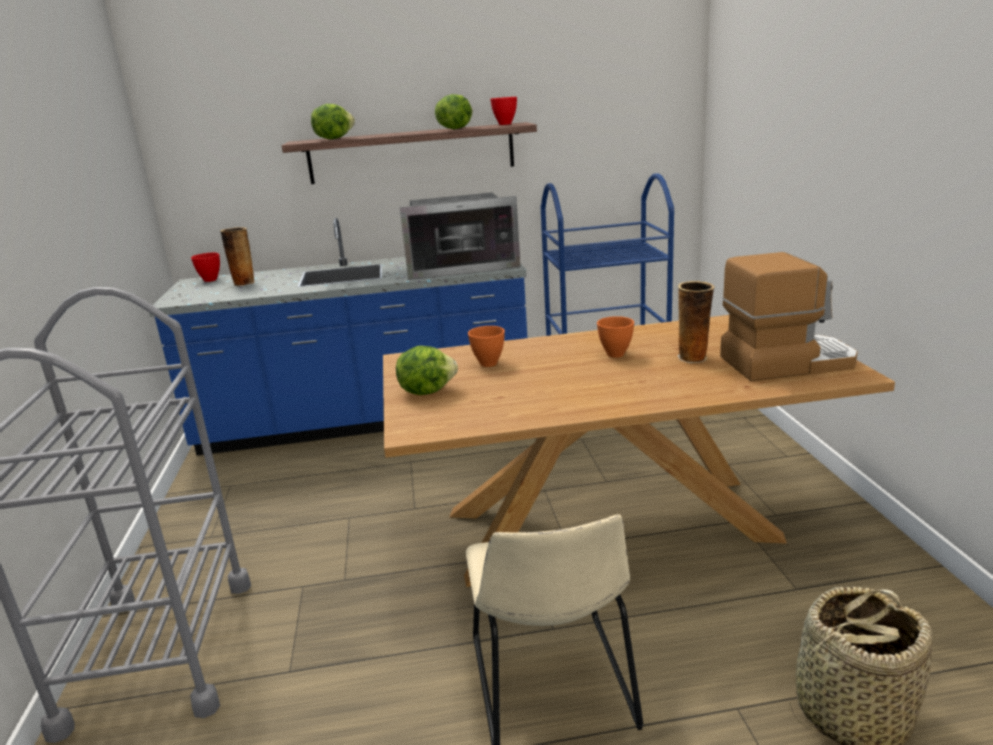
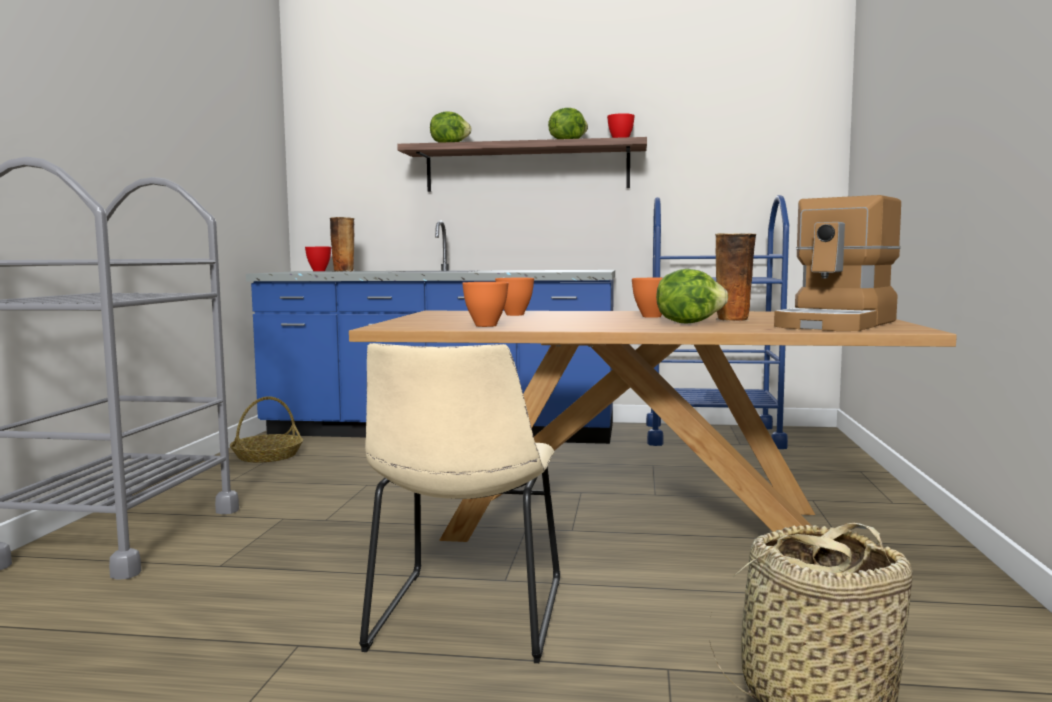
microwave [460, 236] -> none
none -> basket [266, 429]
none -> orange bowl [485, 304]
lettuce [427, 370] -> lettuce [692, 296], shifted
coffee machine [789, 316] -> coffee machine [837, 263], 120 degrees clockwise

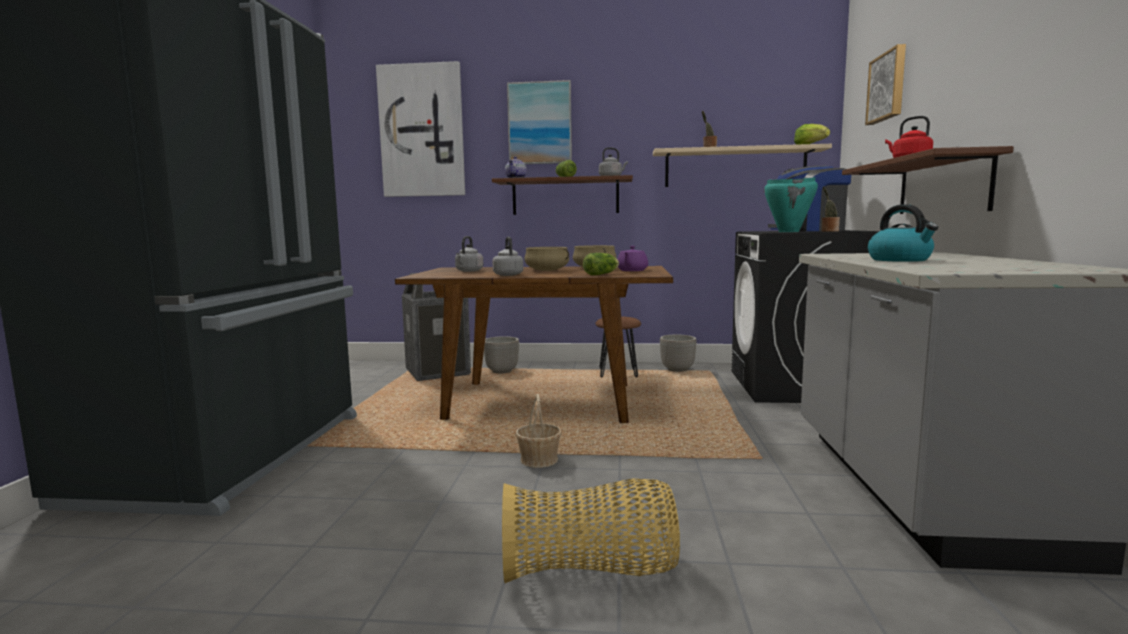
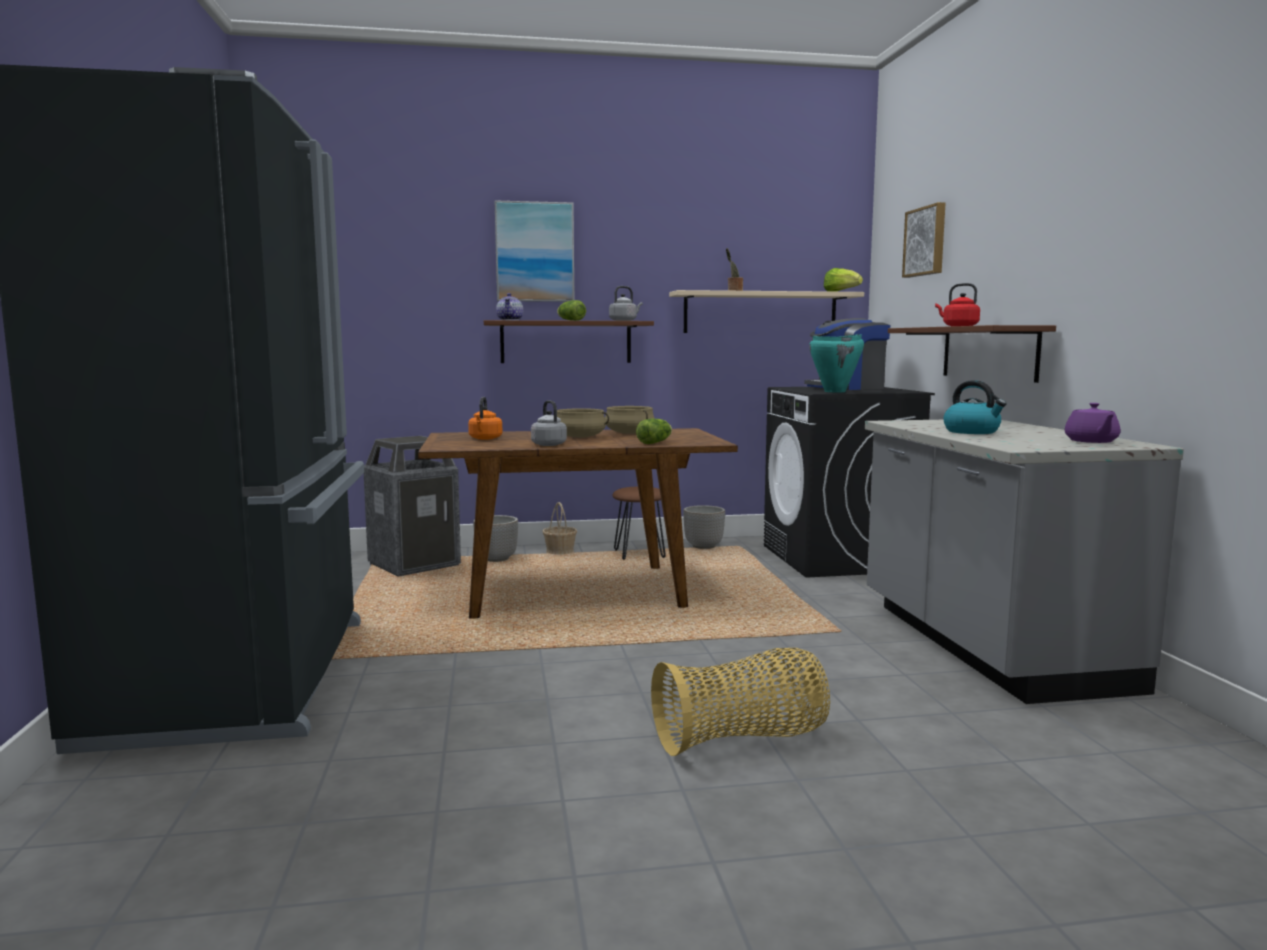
picture [420, 129] -> none
potted plant [831, 209] -> none
basket [538, 430] -> basket [559, 528], shifted
purple teapot [633, 258] -> purple teapot [1092, 423], shifted
grey kettle [469, 254] -> orange kettle [485, 418]

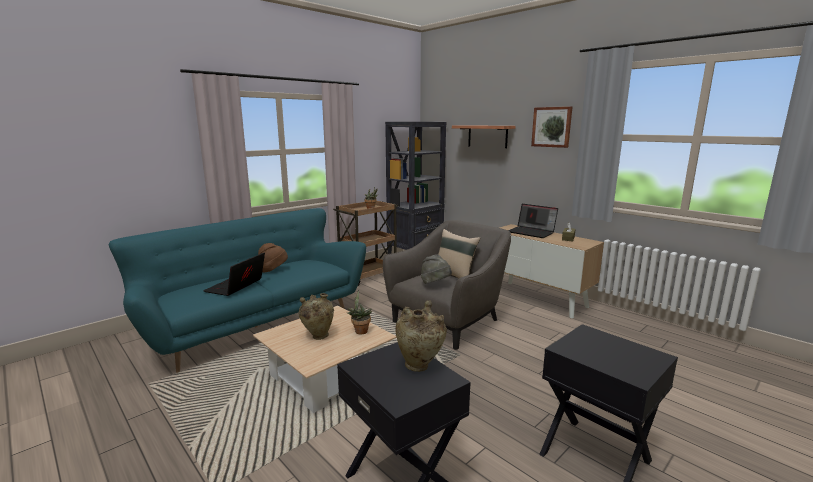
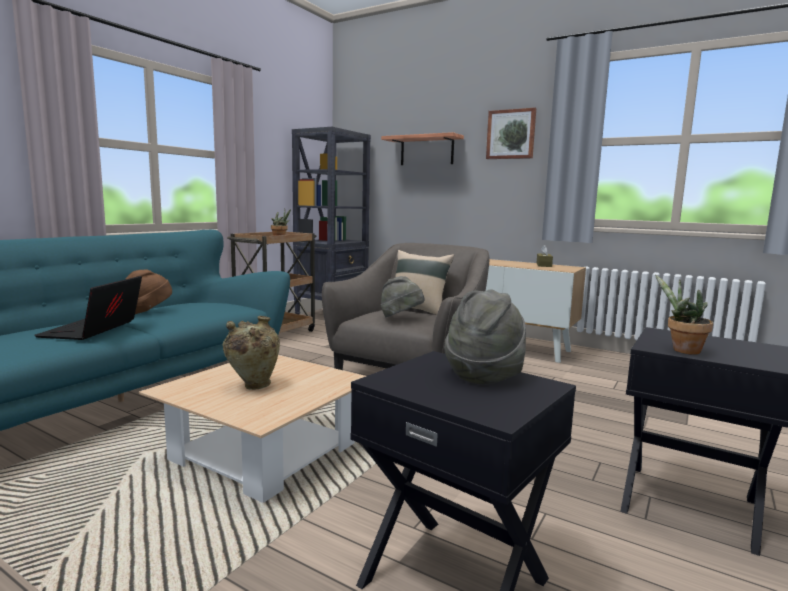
laptop [533, 221] -> none
potted plant [359, 312] -> potted plant [684, 314], shifted
beige vase [421, 336] -> grey hat [485, 337]

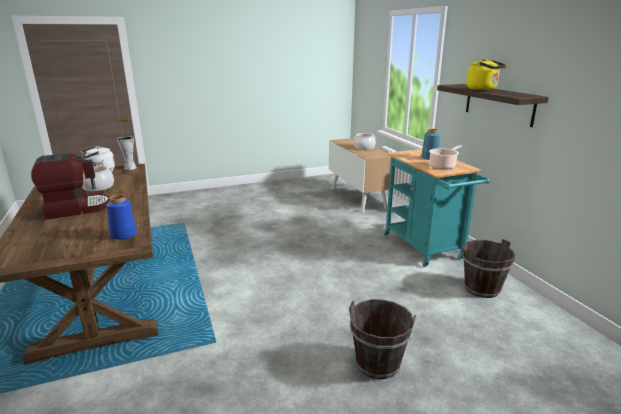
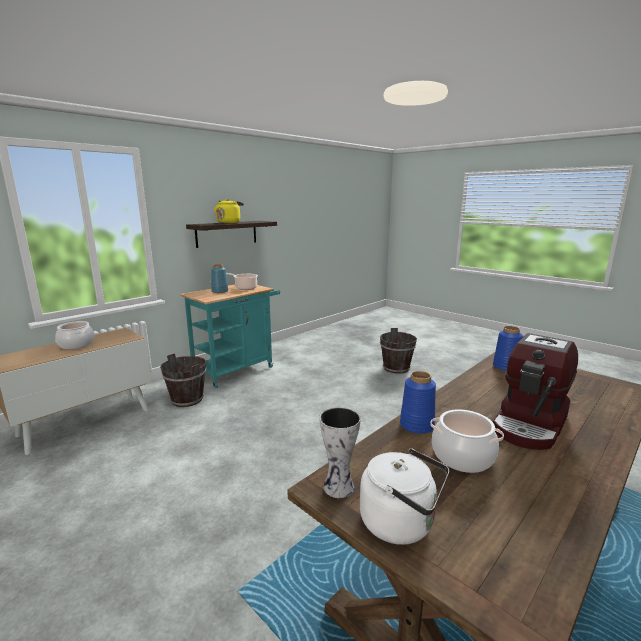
none -> blue vase [418, 402]
brown bucket [489, 268] -> brown bucket [183, 380], shifted
coffee machine [70, 186] -> coffee machine [535, 391], 90 degrees counterclockwise

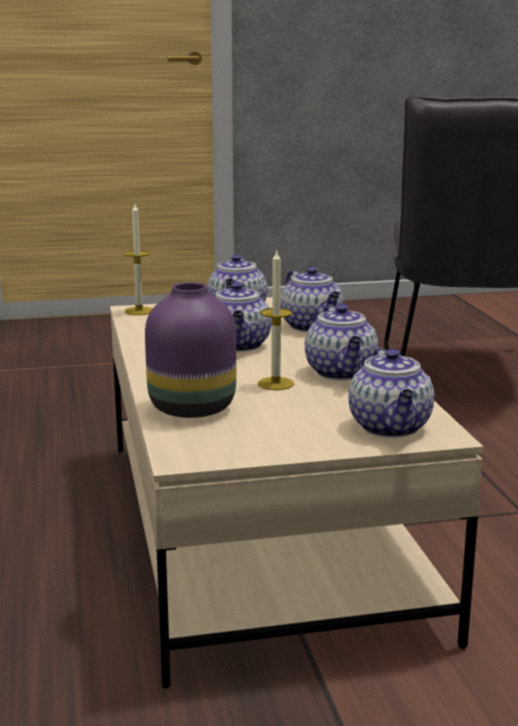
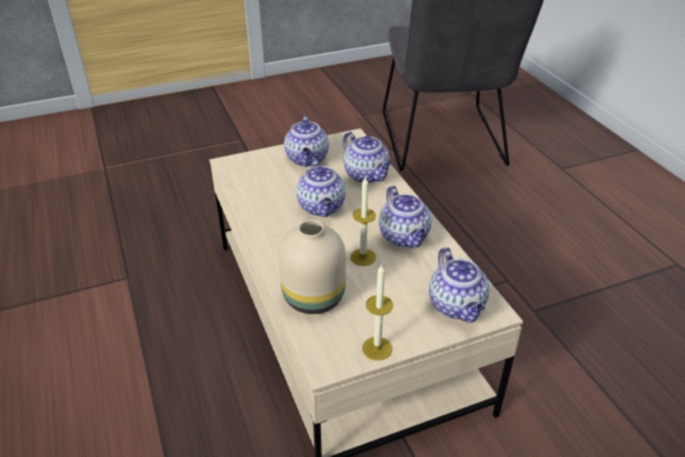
candle [138, 259] -> candle [377, 312], shifted
purple vase [190, 350] -> beige vase [312, 267]

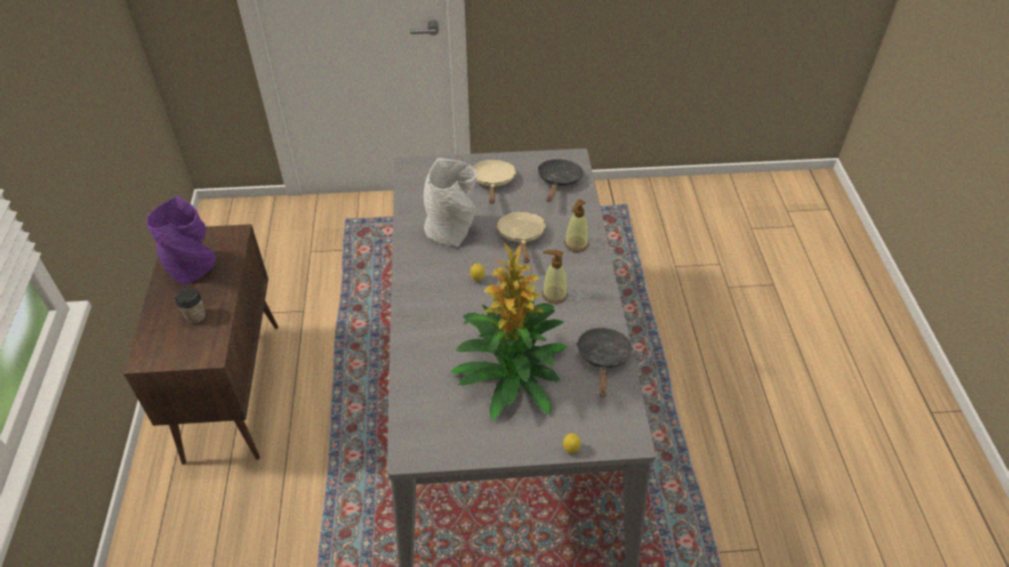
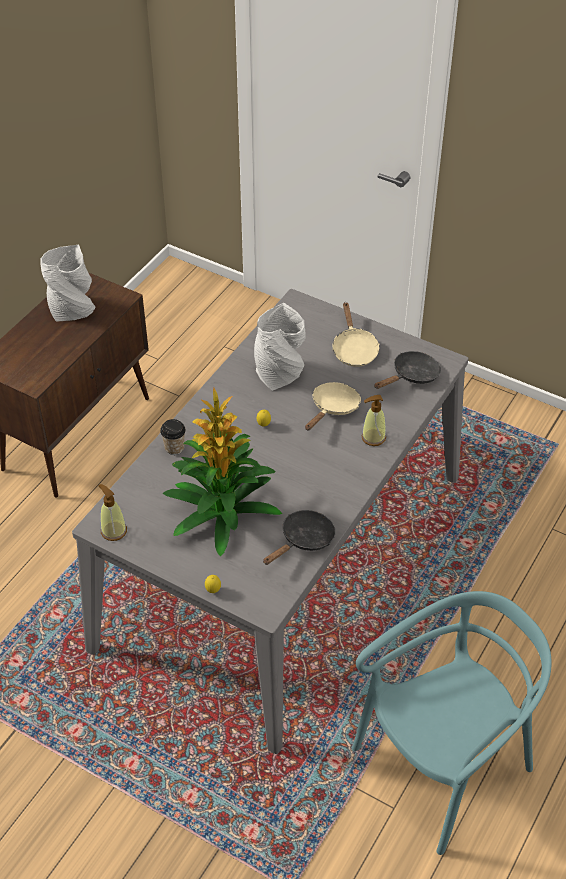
none -> turquoise chair [452, 723]
cup [190, 305] -> cup [173, 437], shifted
soap dispenser [555, 277] -> soap dispenser [112, 512], shifted
purple vase [181, 241] -> grey vase [67, 283]
beige frying pan [495, 182] -> beige frying pan [355, 335], 135 degrees clockwise

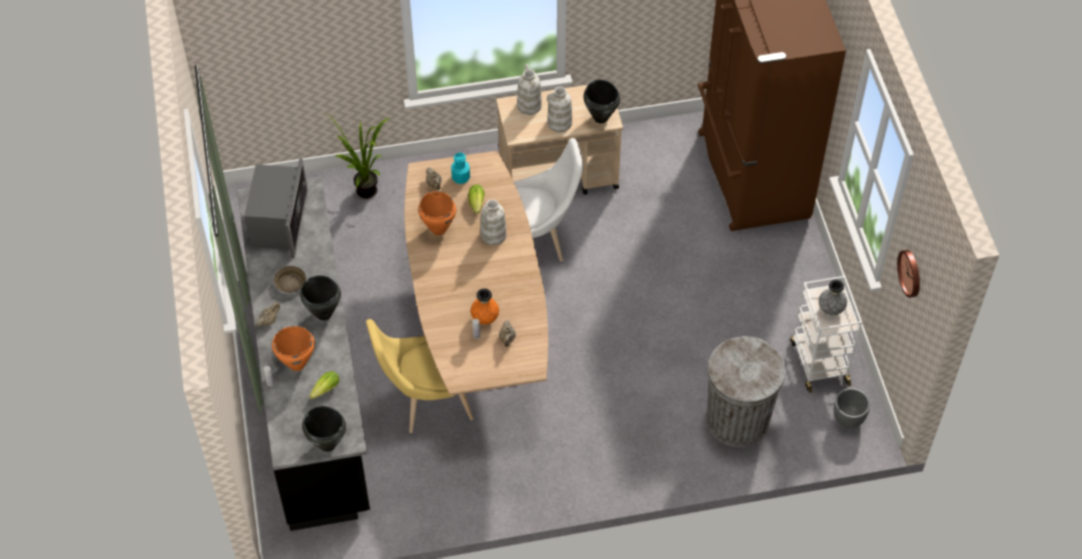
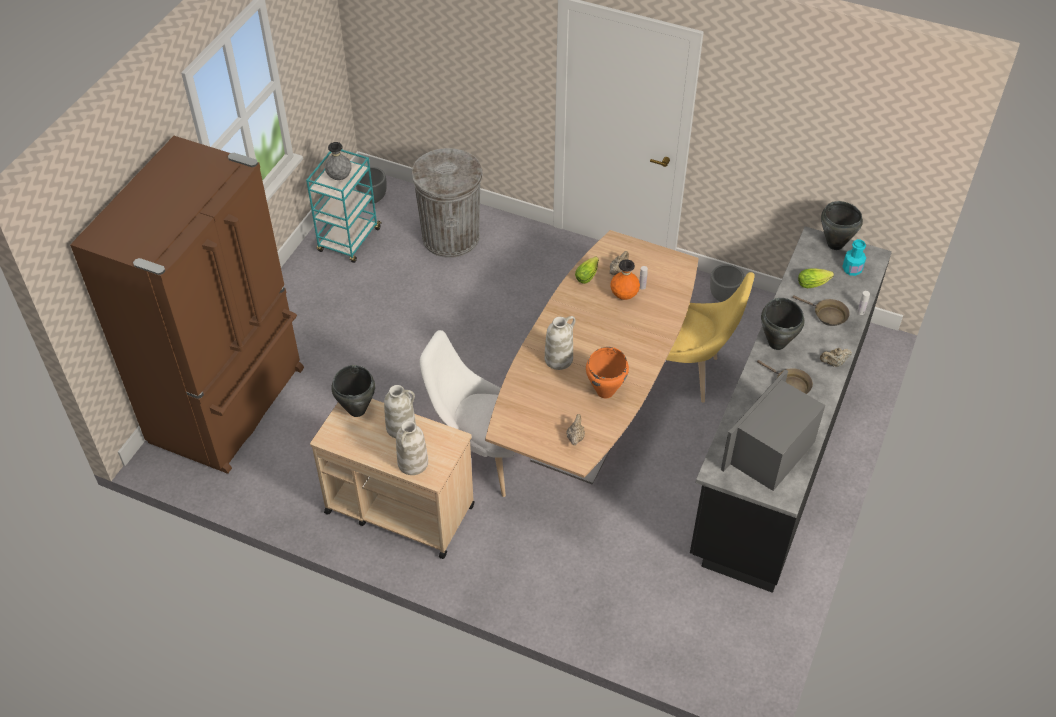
potted plant [357, 156] -> none
wall clock [908, 274] -> none
none -> grey planter [727, 283]
turquoise bottle [460, 168] -> turquoise bottle [854, 257], shifted
lettuce [476, 199] -> lettuce [587, 270], shifted
orange cooking pot [293, 348] -> brown frying pan [821, 310]
white cart [826, 334] -> turquoise cart [344, 206]

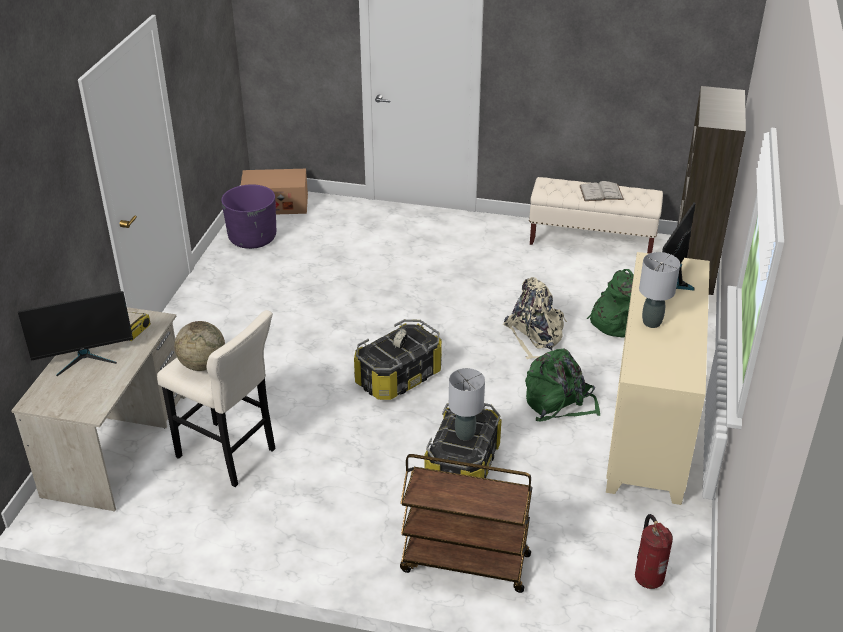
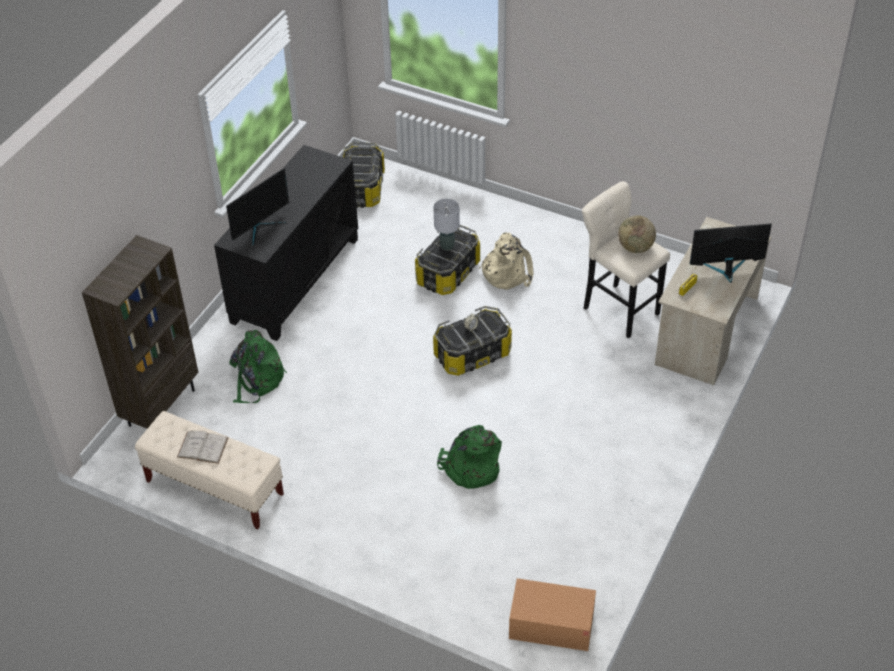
purple planter [248, 216] -> none
brown cart [466, 523] -> none
grey table lamp [659, 290] -> none
beige backpack [535, 318] -> beige backpack [506, 261], shifted
green backpack [563, 385] -> green backpack [469, 457], shifted
fire extinguisher [654, 551] -> storage box [363, 175]
beige cabinet [658, 378] -> black cabinet [286, 243]

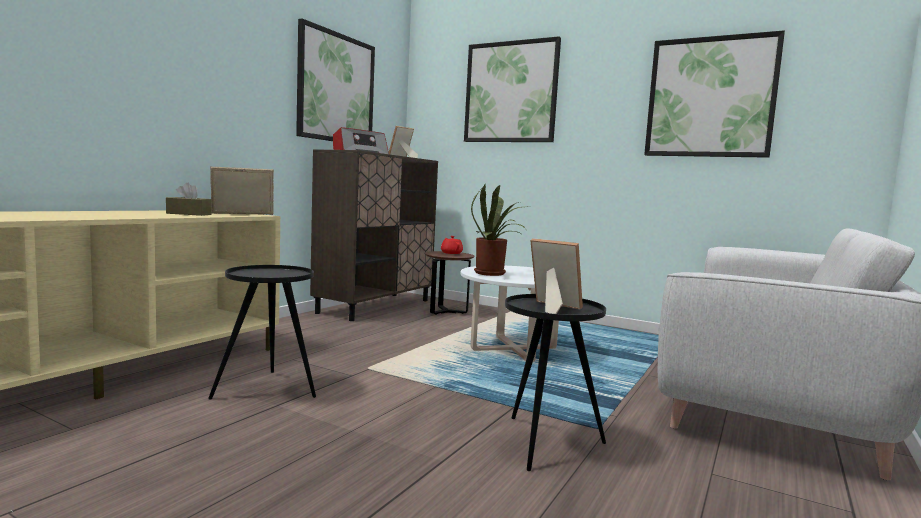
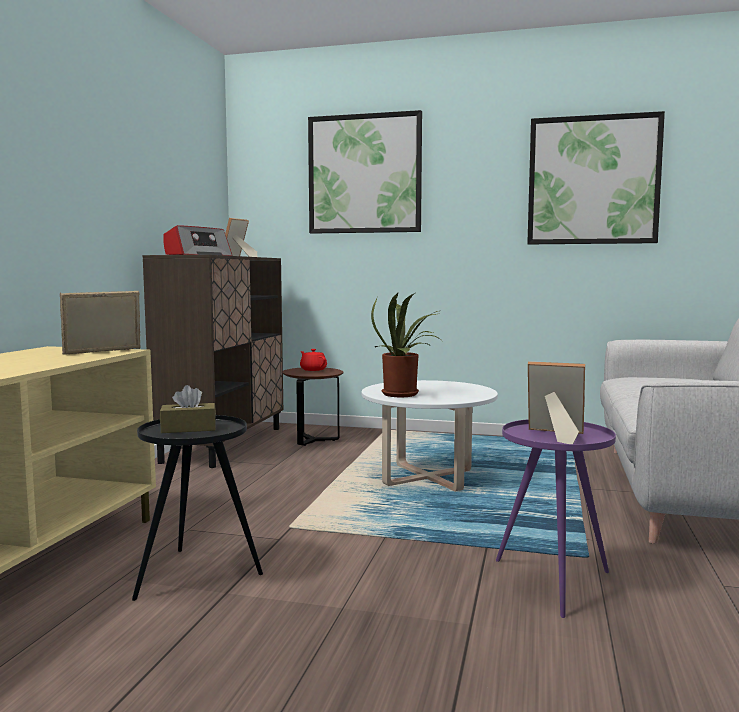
picture [335, 79] -> none
brown tissue box [188, 199] -> brown tissue box [188, 409], shifted
black side table [555, 382] -> purple side table [556, 518]

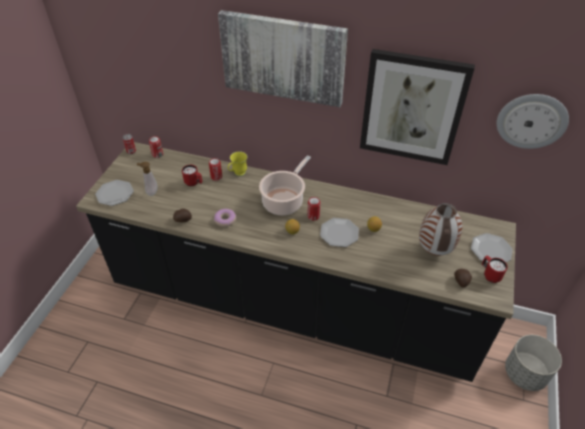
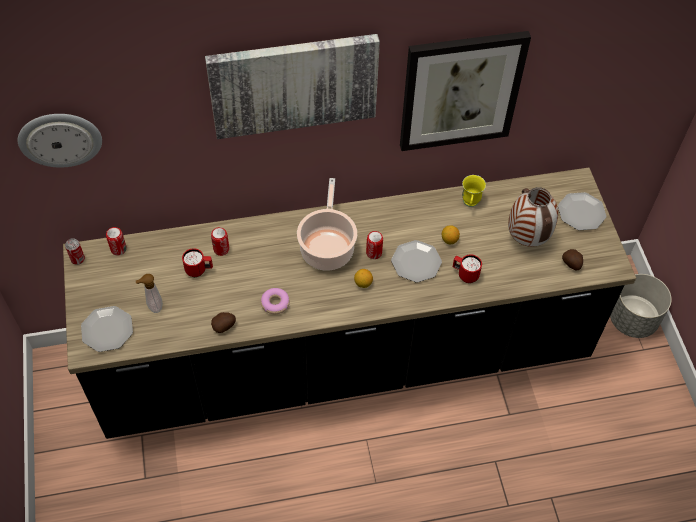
yellow mug [238, 163] -> yellow mug [474, 191], shifted
red mug [494, 269] -> red mug [467, 268], shifted
wall clock [533, 121] -> wall clock [60, 141], shifted

